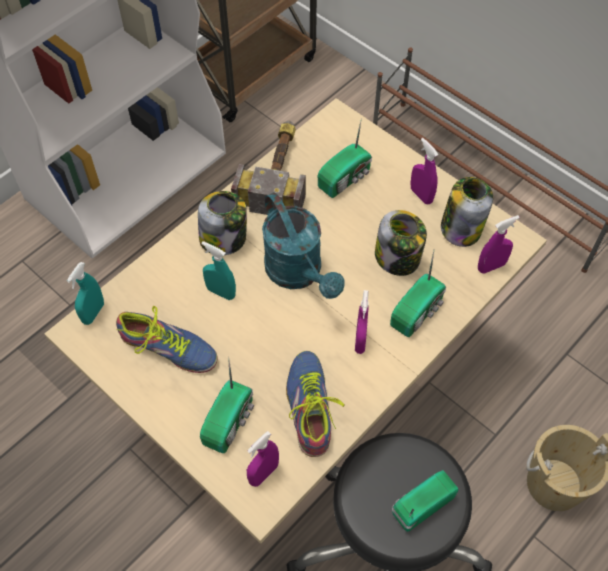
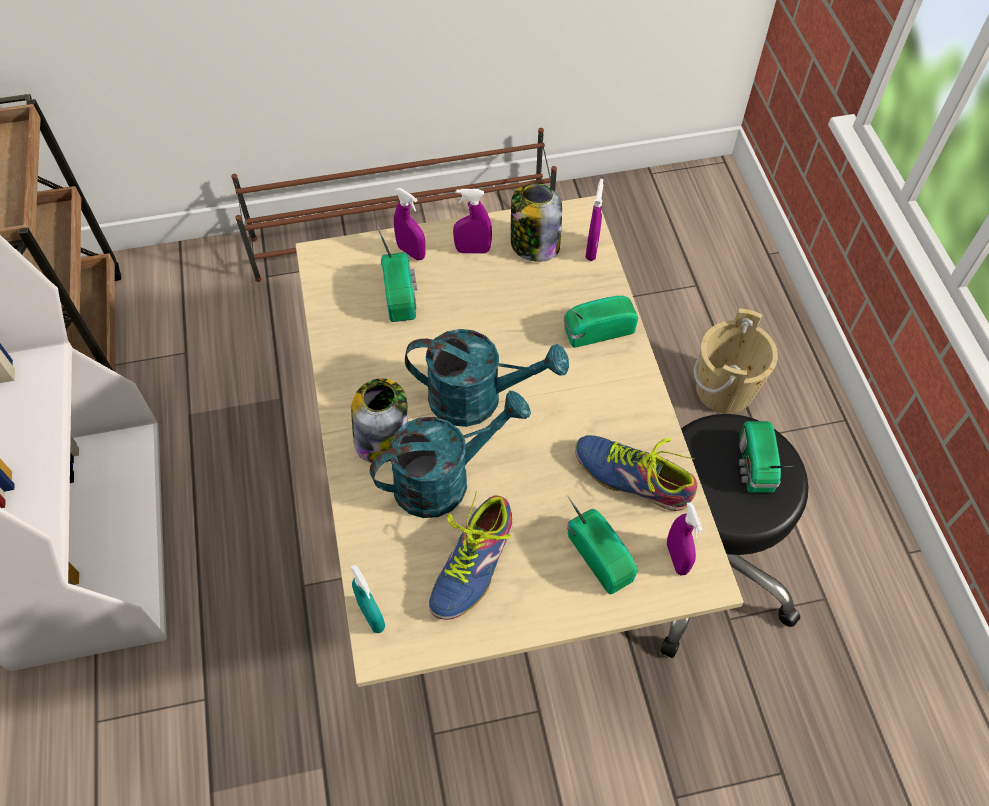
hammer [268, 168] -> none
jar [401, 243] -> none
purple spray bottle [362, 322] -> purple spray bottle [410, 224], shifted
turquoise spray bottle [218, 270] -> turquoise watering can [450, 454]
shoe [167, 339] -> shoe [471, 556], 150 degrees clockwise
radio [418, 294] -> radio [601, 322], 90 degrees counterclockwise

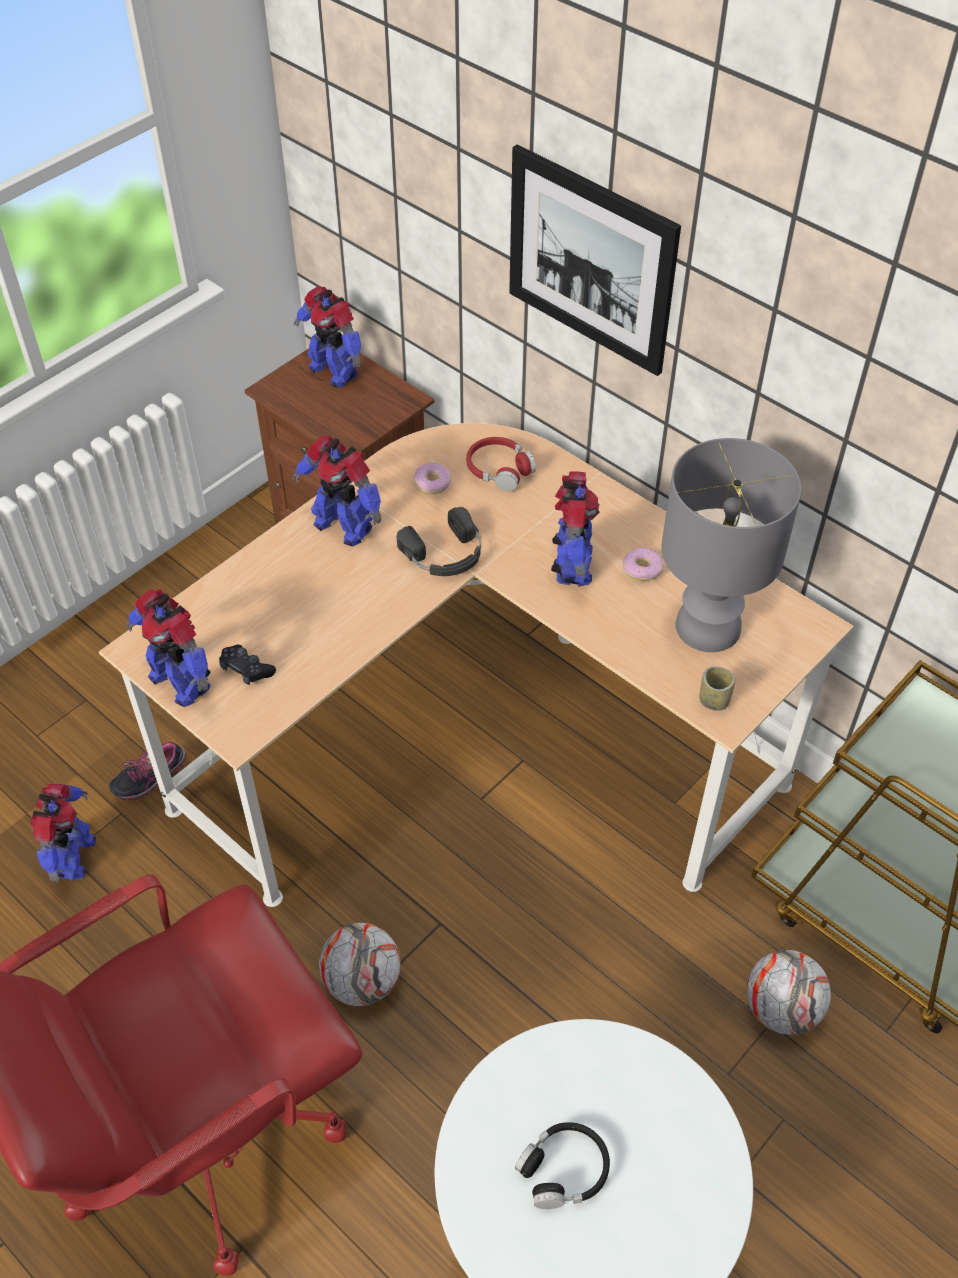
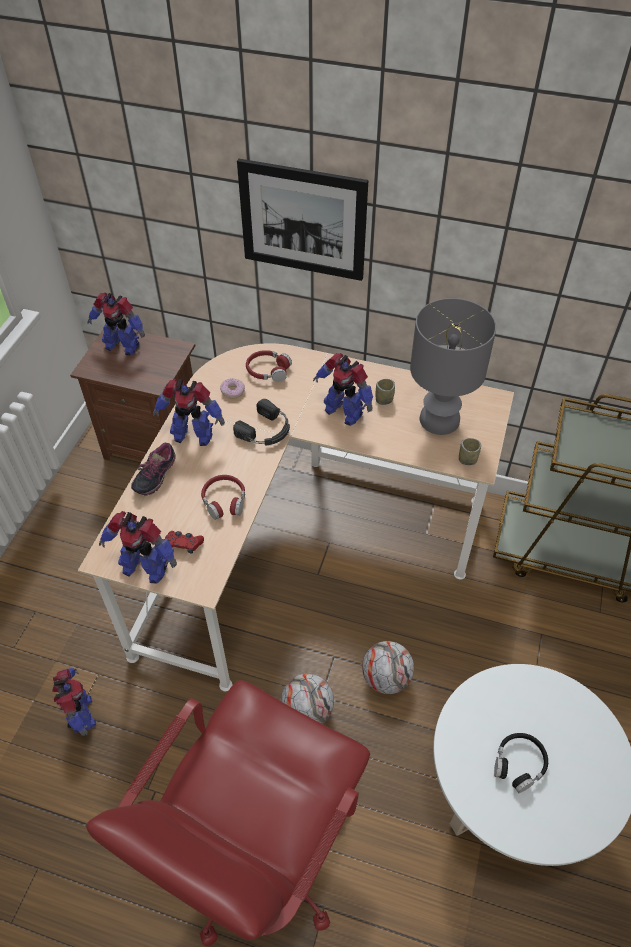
none -> red headphones [223, 497]
shoe [148, 771] -> shoe [153, 469], shifted
football [789, 992] -> football [388, 667], shifted
donut [643, 564] -> cup [385, 392]
black game controller [247, 665] -> red game controller [184, 542]
toy robot [575, 529] -> toy robot [343, 389], 150 degrees clockwise

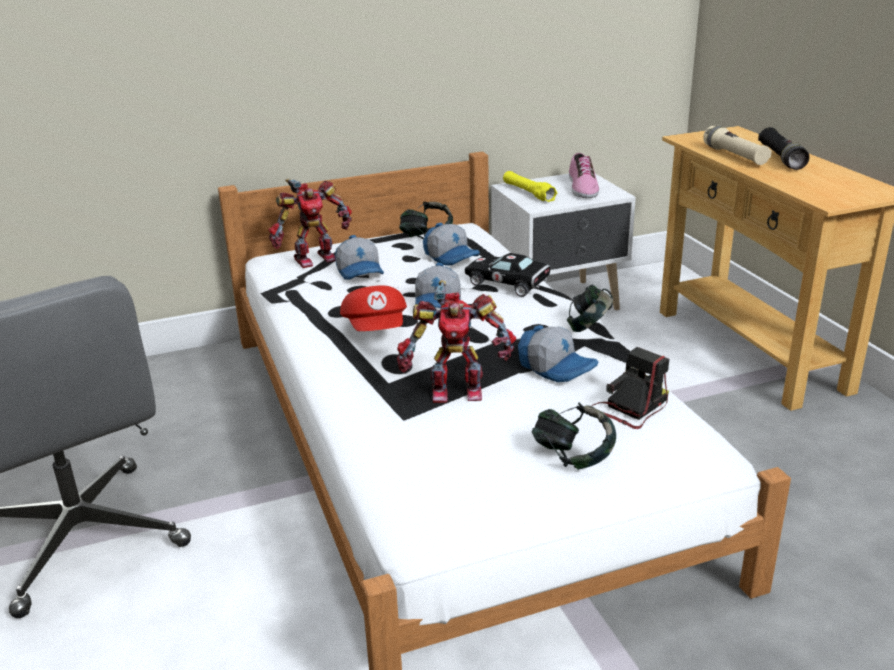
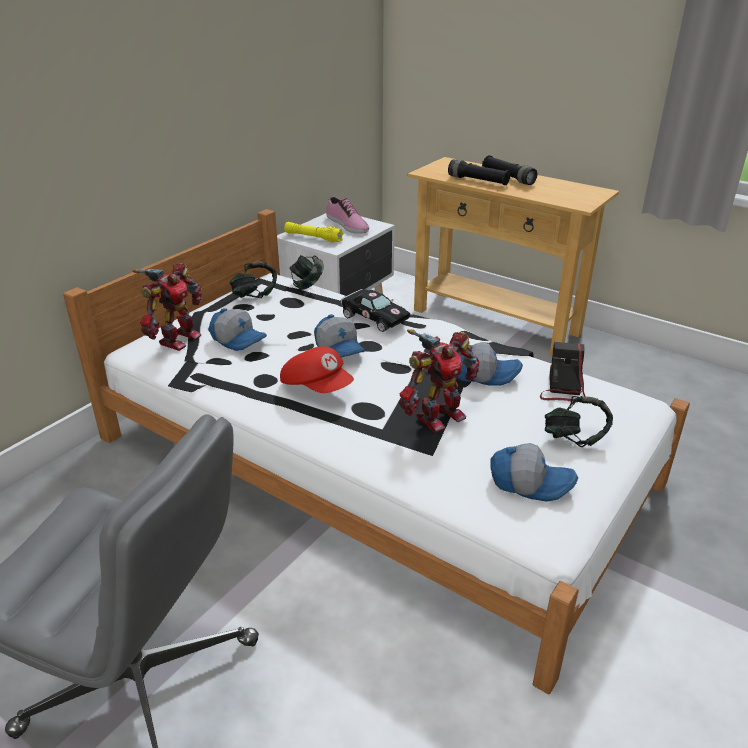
cap [451, 244] -> cap [534, 472], shifted
headphones [590, 308] -> headphones [306, 272], shifted
beige flashlight [737, 145] -> black flashlight [479, 172]
black toy car [508, 275] -> black toy car [375, 310], 135 degrees counterclockwise

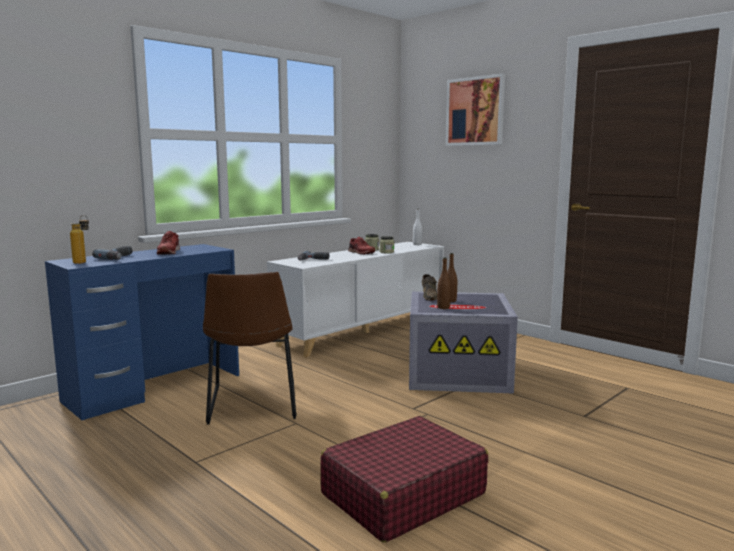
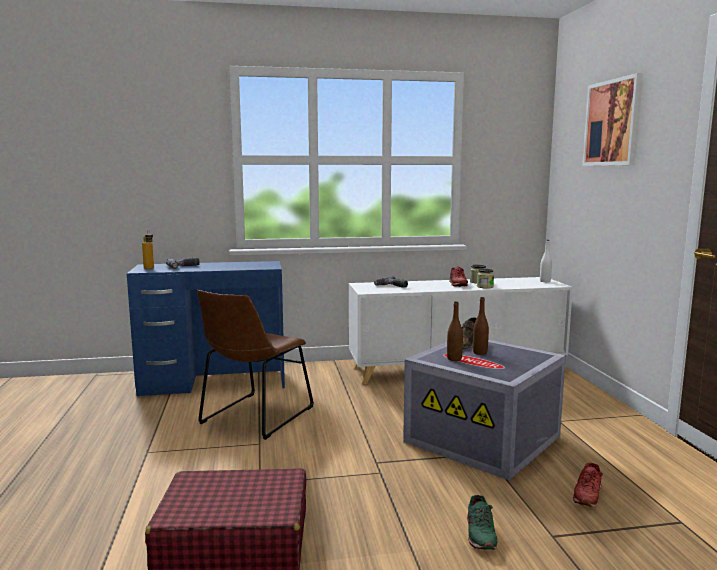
none -> green shoe [482, 522]
red shoe [168, 243] -> red shoe [588, 485], shifted

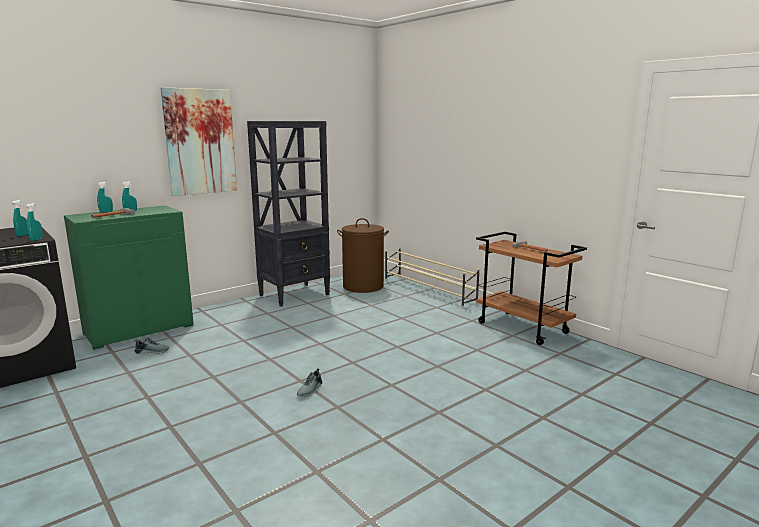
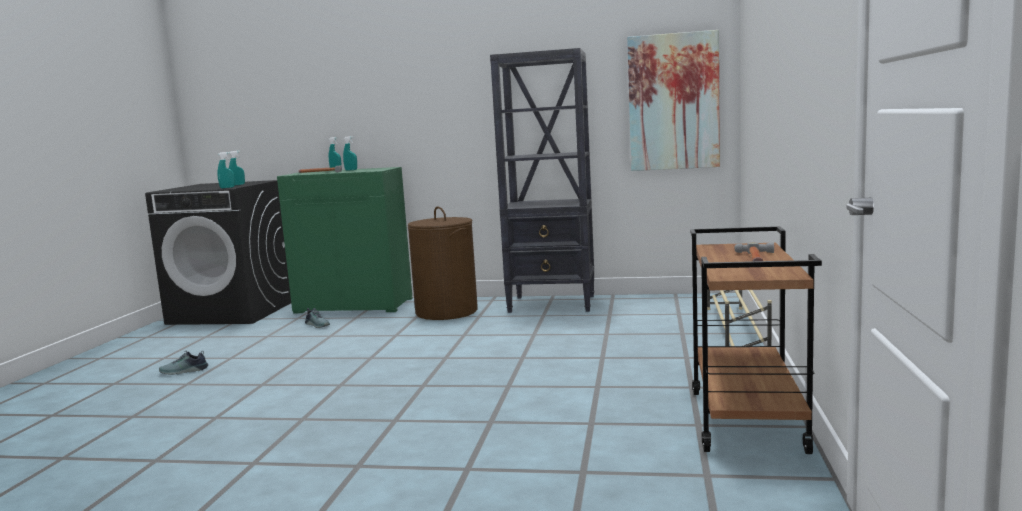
picture [199, 141] -> picture [673, 100], shifted
shoe [309, 382] -> shoe [183, 363], shifted
brown laundry basket [363, 255] -> brown laundry basket [443, 263], shifted

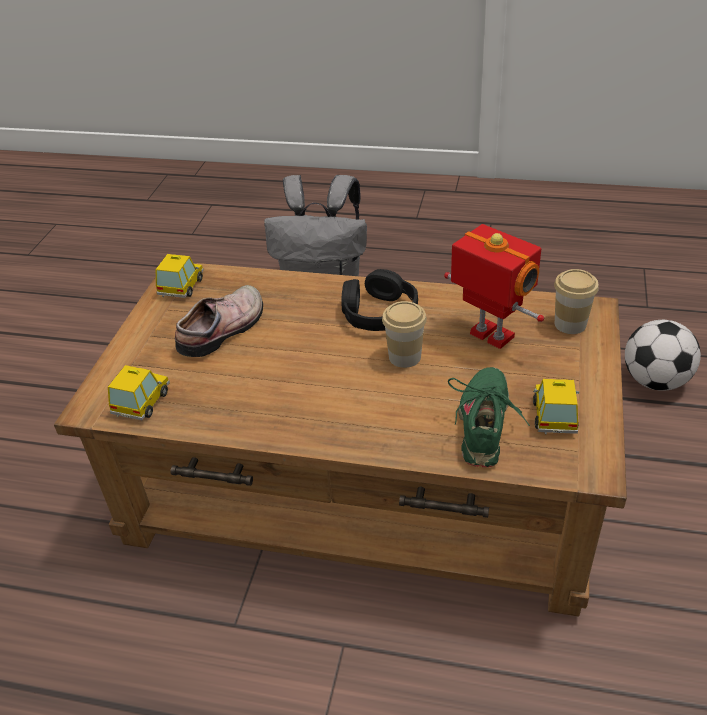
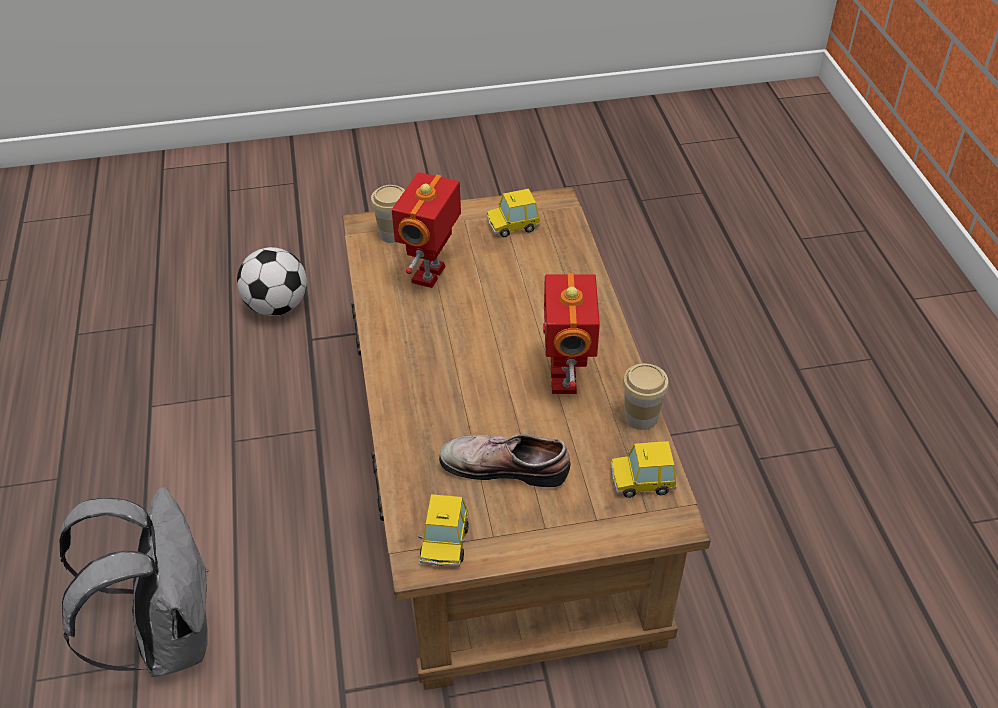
black headphones [379, 300] -> none
green shoe [489, 417] -> none
none -> toy robot [571, 333]
cup [404, 334] -> cup [645, 396], shifted
toy car [180, 276] -> toy car [443, 530], 75 degrees counterclockwise

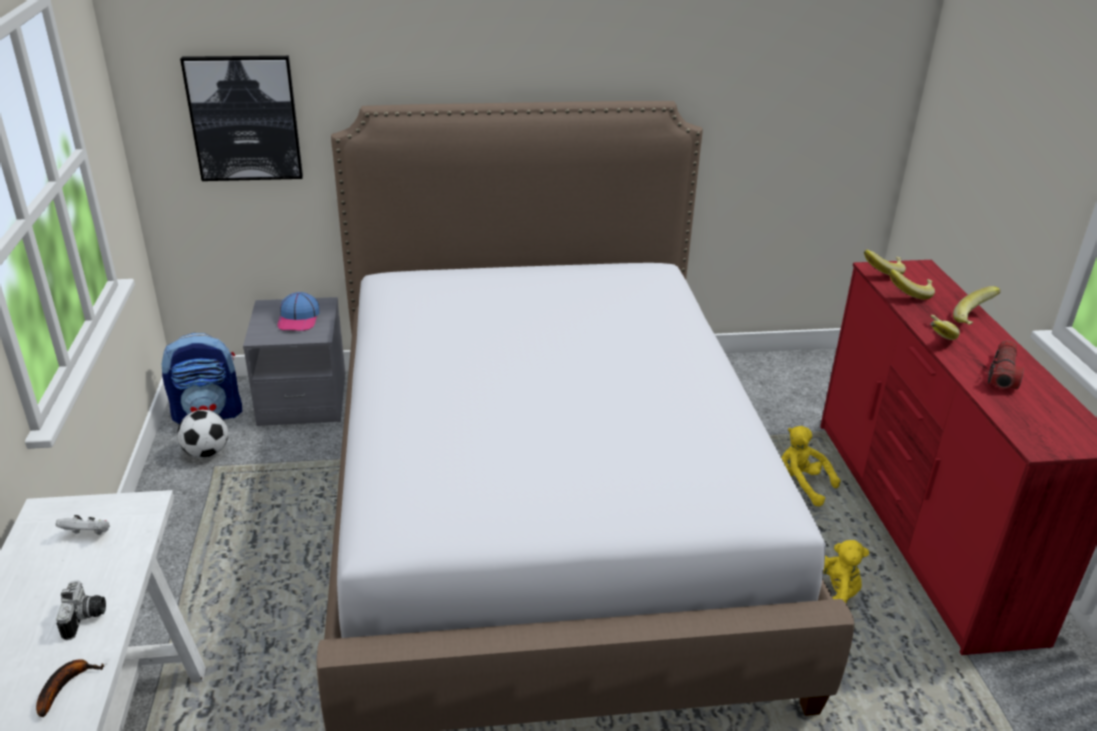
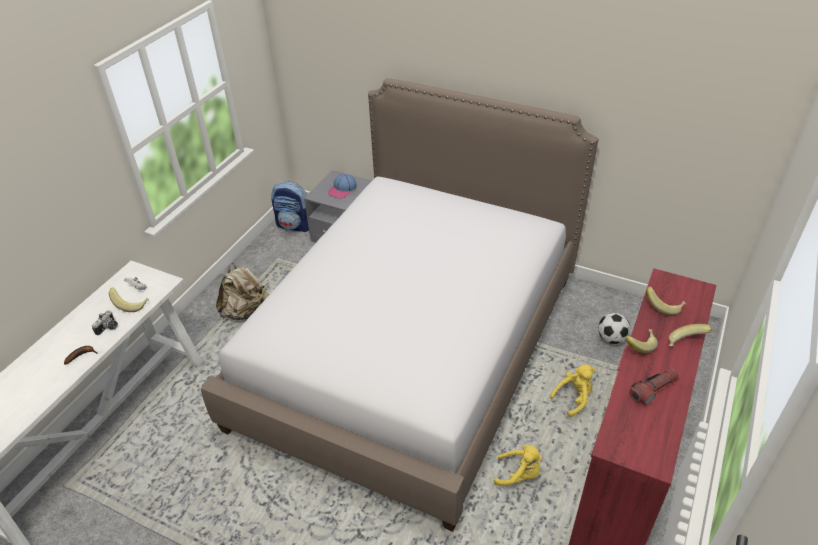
picture [241, 118] -> none
none -> beige backpack [242, 291]
football [202, 434] -> football [614, 328], shifted
banana [885, 262] -> banana [129, 300], shifted
yellow plush toy [811, 466] -> yellow plush toy [572, 390], 75 degrees clockwise

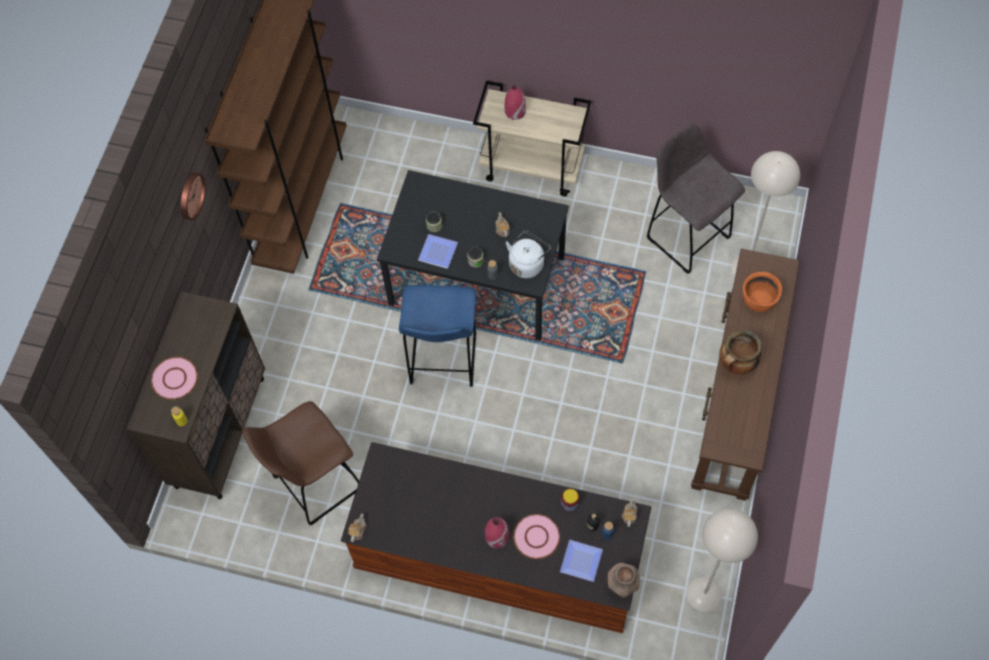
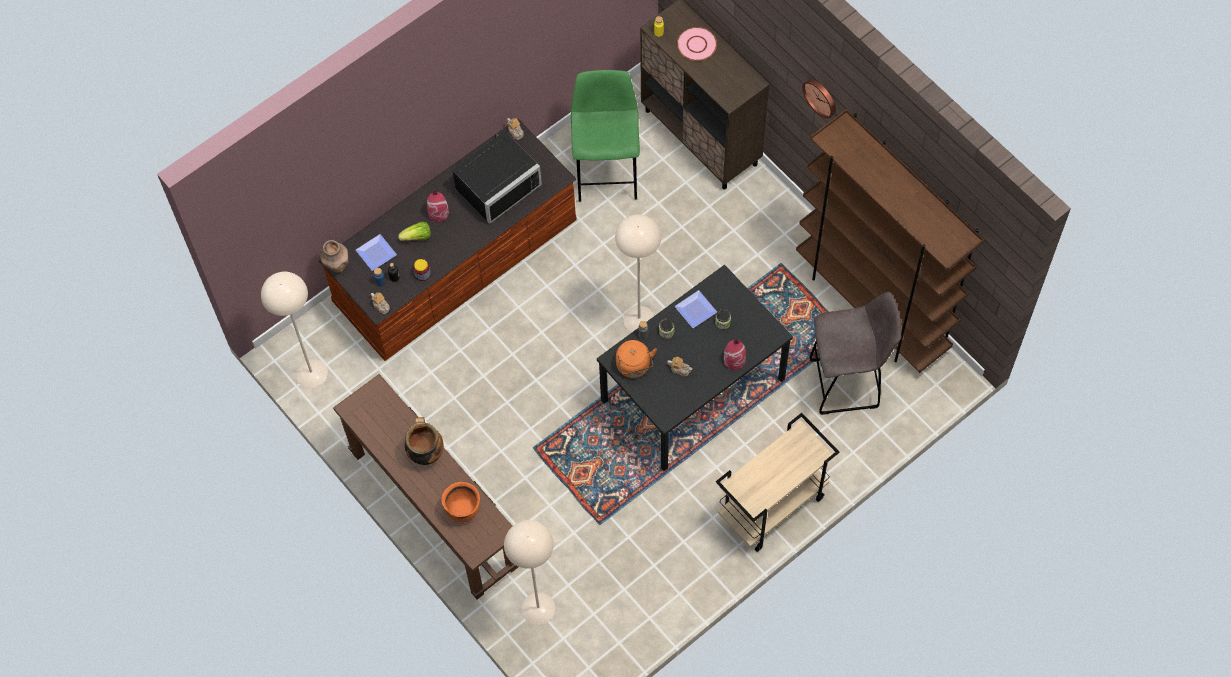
none -> black microwave [497, 177]
red vase [515, 103] -> red vase [735, 355], shifted
grey stool [696, 198] -> grey stool [855, 353], shifted
blue stool [437, 336] -> beige floor lamp [638, 273]
pink plate [536, 536] -> lettuce [414, 231]
brown stool [300, 463] -> green stool [605, 136]
white kettle [528, 254] -> orange kettle [636, 359]

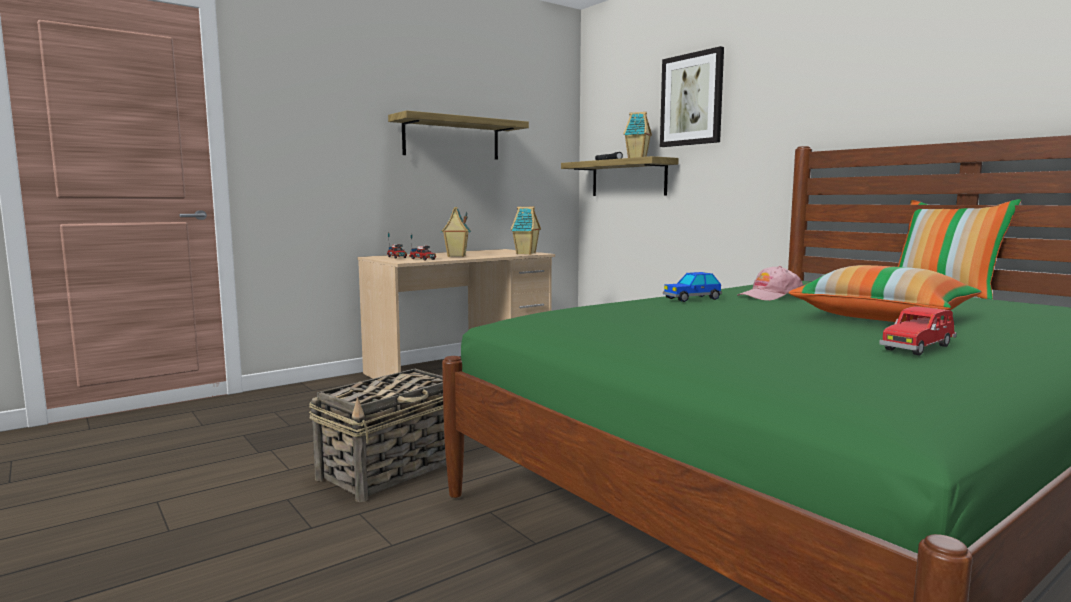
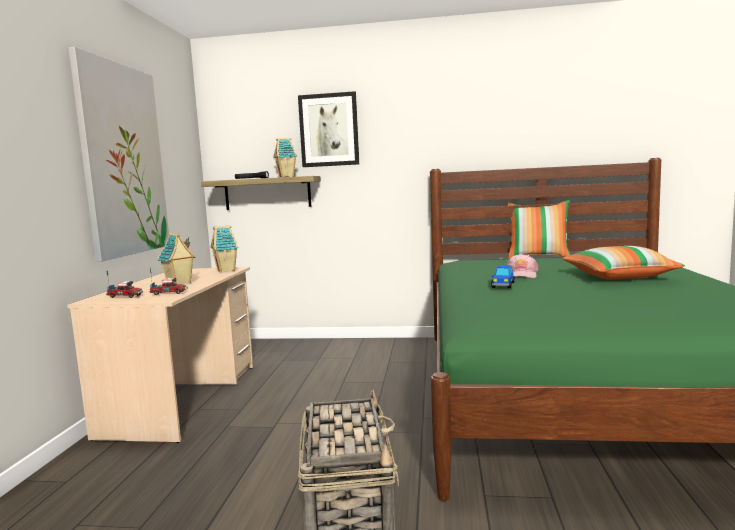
red toy car [918, 331] -> none
shelf [458, 134] -> picture [119, 154]

